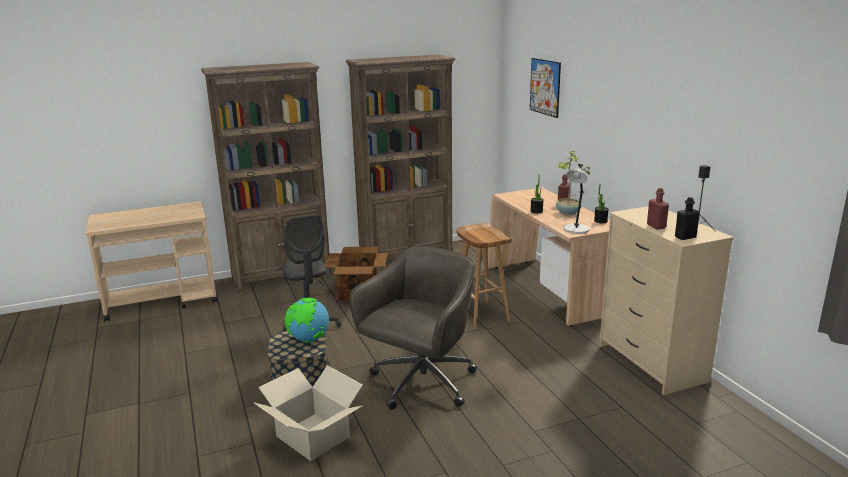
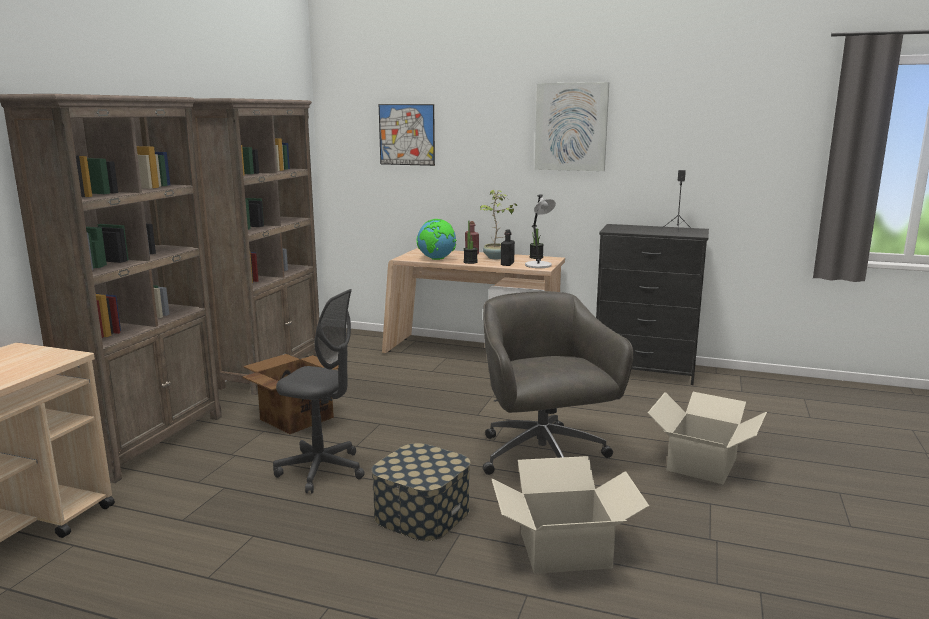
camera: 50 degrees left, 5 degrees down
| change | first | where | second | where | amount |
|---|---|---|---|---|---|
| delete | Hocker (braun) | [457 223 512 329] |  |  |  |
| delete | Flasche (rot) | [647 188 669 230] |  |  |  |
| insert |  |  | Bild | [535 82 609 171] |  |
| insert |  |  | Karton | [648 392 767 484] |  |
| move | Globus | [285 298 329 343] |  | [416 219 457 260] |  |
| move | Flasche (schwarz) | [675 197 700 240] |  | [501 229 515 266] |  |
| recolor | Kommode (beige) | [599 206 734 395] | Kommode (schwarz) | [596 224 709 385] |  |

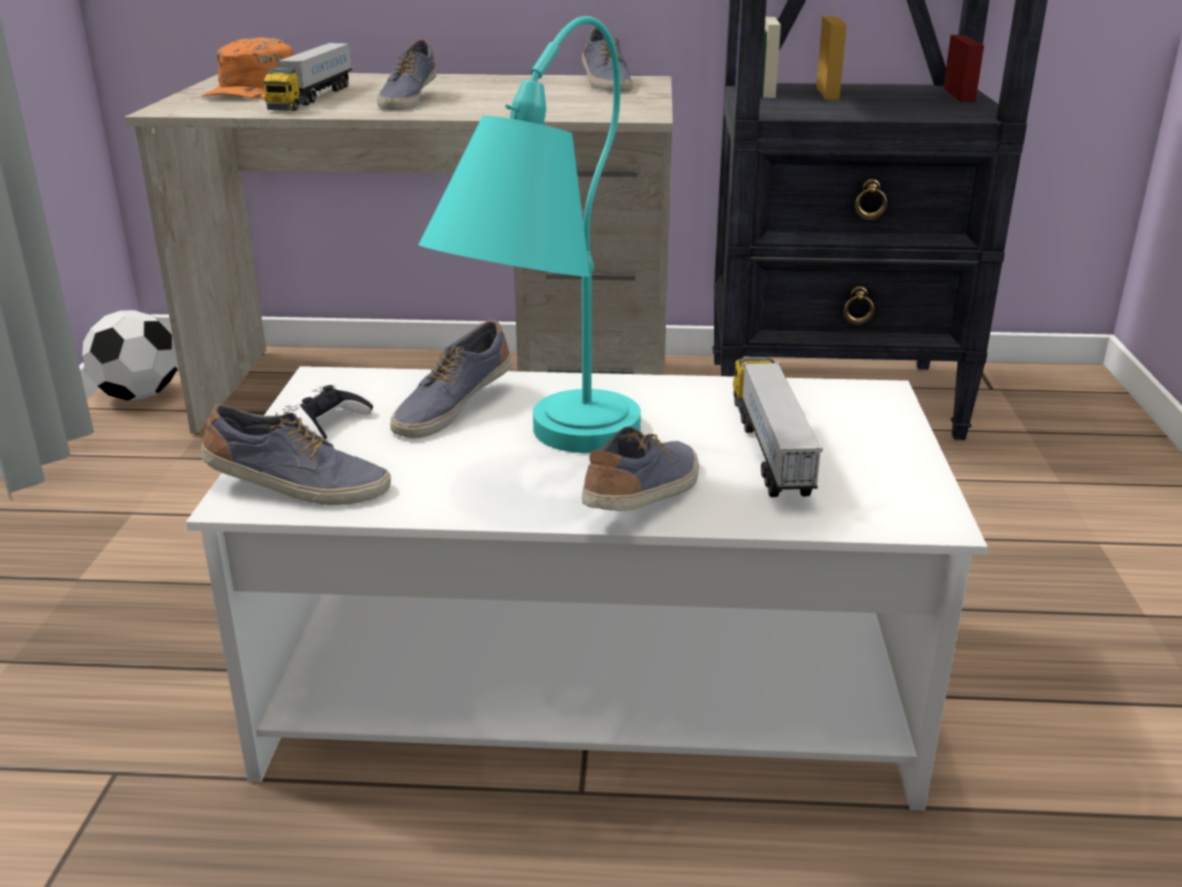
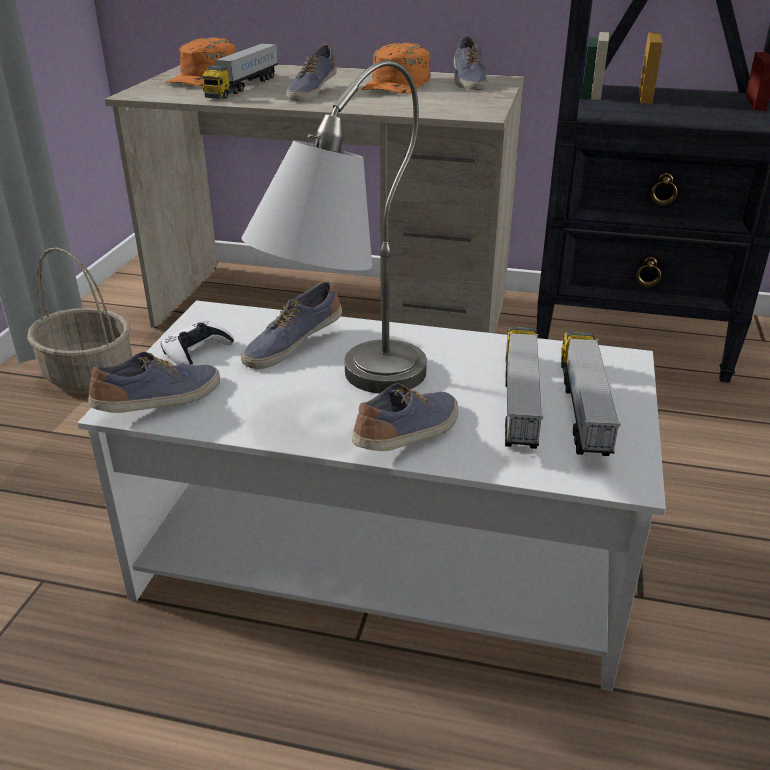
camera: 10 degrees right, 5 degrees up
| change | first | where | second | where | amount |
|---|---|---|---|---|---|
| delete | Fußball | [82 310 178 401] |  |  |  |
| insert |  |  | Korb | [27 248 132 392] |  |
| insert |  |  | Kappe (orange) | [361 43 430 94] |  |
| insert |  |  | Spielzeuglaster | [561 332 620 456] |  |
| recolor | Tischlampe (türkis) | [418 16 641 453] | Tischlampe (grau) | [241 60 427 393] |  |
| rotate | Schuh | [201 404 391 505] |  | [88 352 220 413] | 60 degrees counterclockwise |

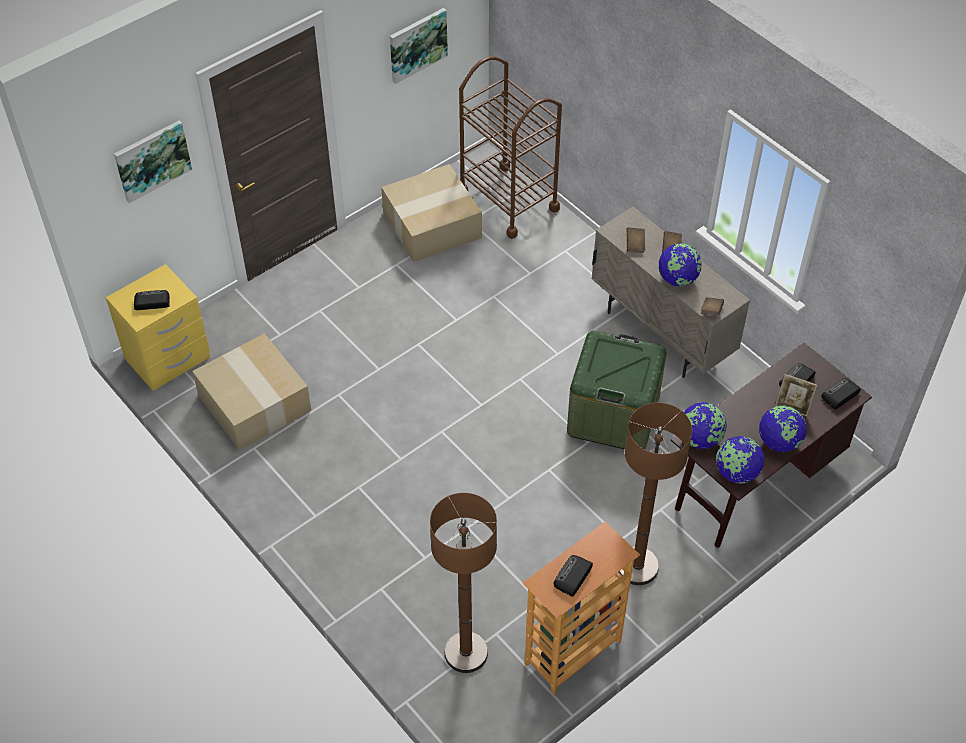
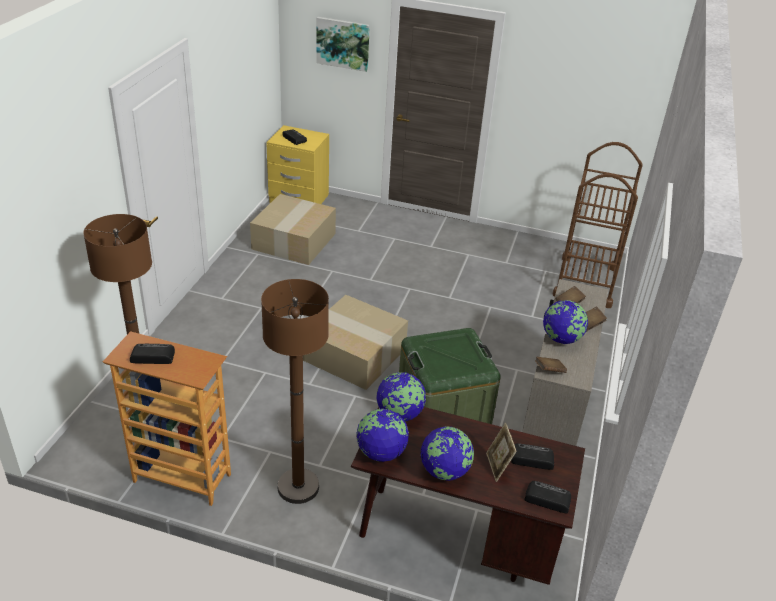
camera: 55 degrees right, 15 degrees down
| change | first | where | second | where | amount |
|---|---|---|---|---|---|
| delete | Bild | [390 8 448 84] |  |  |  |
| move | Karton | [381 164 482 262] |  | [303 295 408 390] |  |

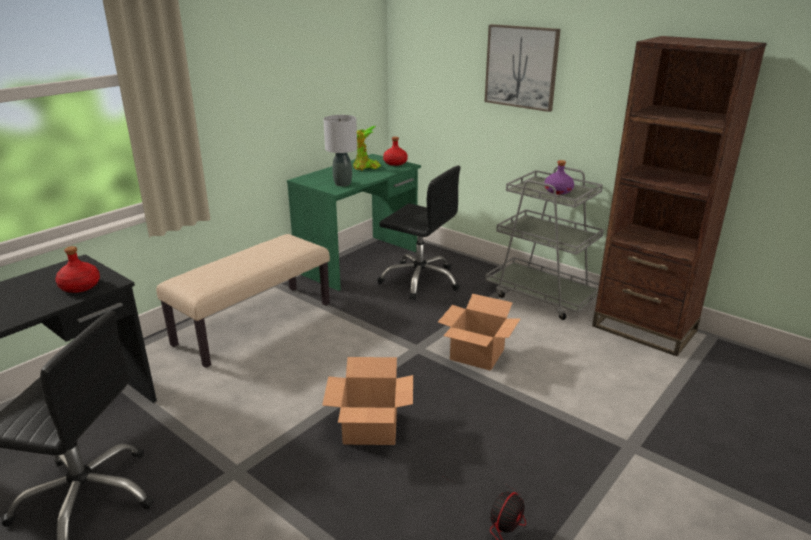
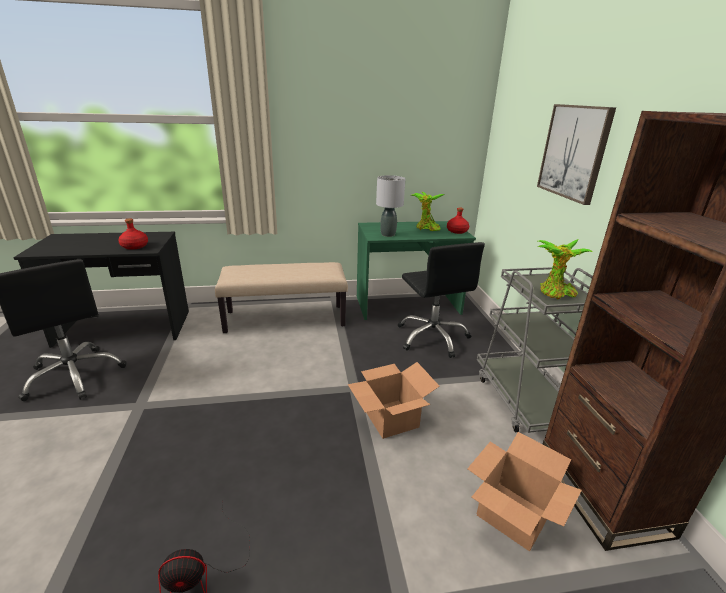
camera: 40 degrees right, 0 degrees up
| change | first | where | second | where | amount |
|---|---|---|---|---|---|
| move | Karton | [322 357 413 445] |  | [467 432 582 551] |  |
| replace | Flasche (lila) | [545 160 574 195] | Topfpflanze | [538 239 592 300] |  |

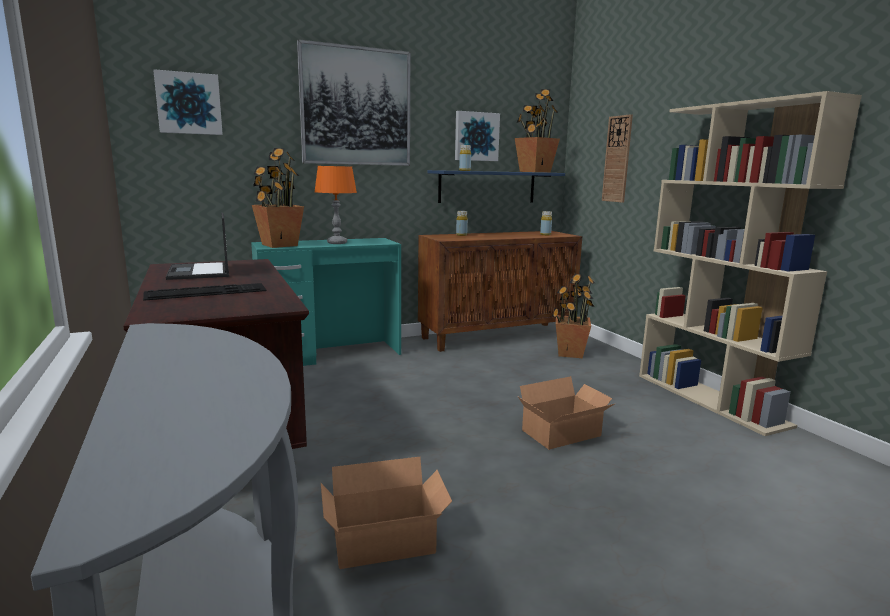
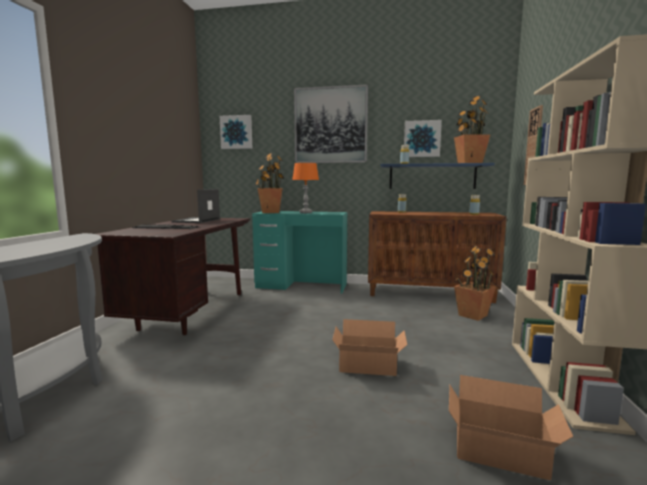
camera: 35 degrees right, 5 degrees down
| change | first | where | second | where | amount |
|---|---|---|---|---|---|
| move | Karton | [321 457 452 569] |  | [449 375 573 480] |  |

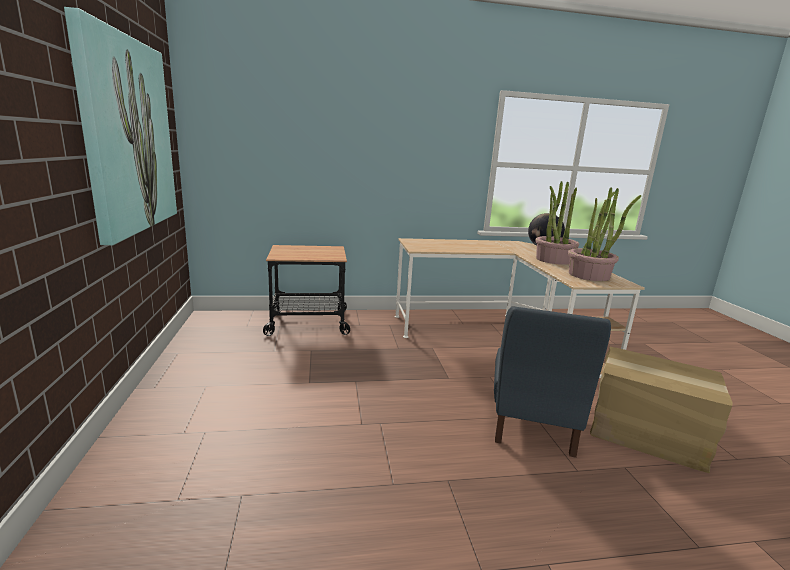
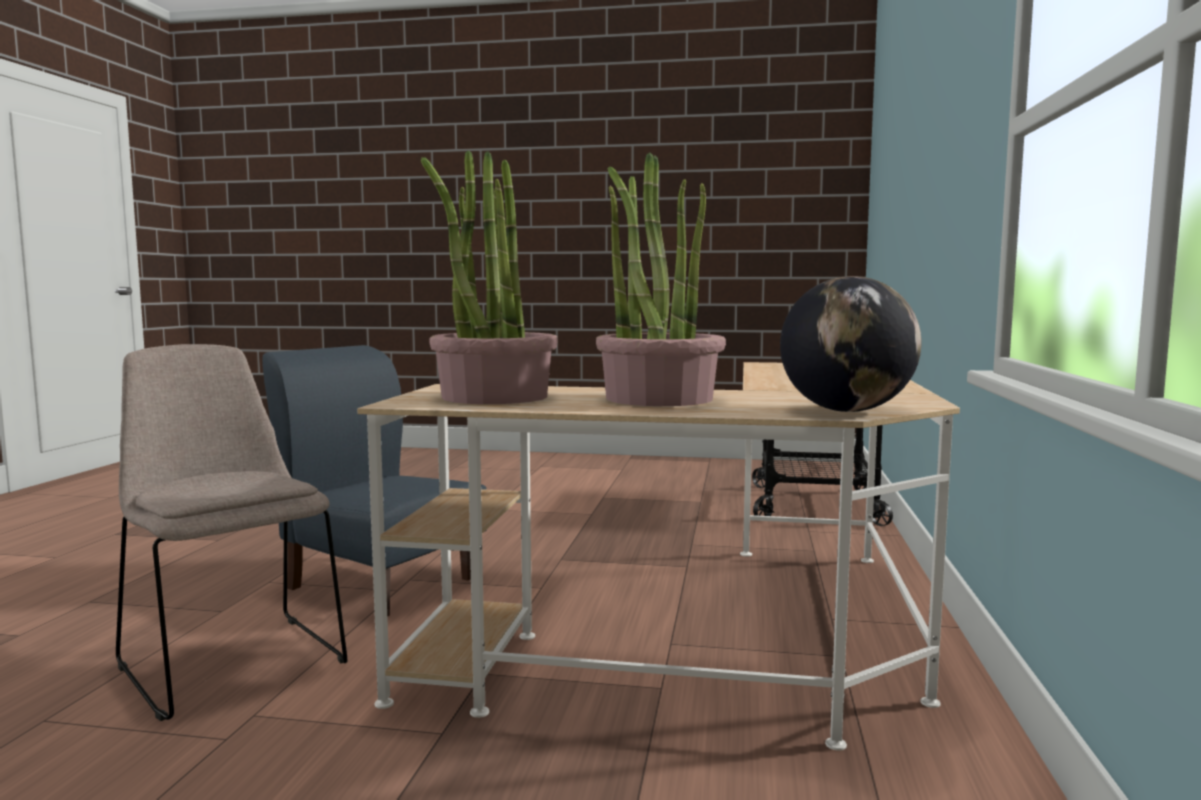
camera: 110 degrees right, 10 degrees down
| change | first | where | second | where | amount |
|---|---|---|---|---|---|
| delete | Bild | [64 7 177 245] |  |  |  |
| replace | Karton | [590 347 732 474] | Stuhl (beige) | [116 344 347 721] |  |

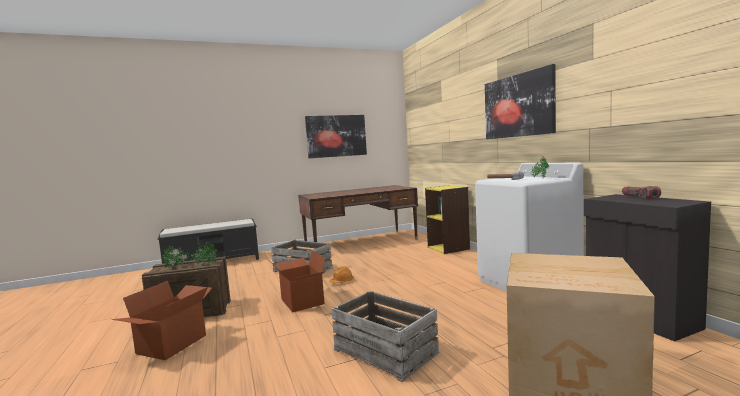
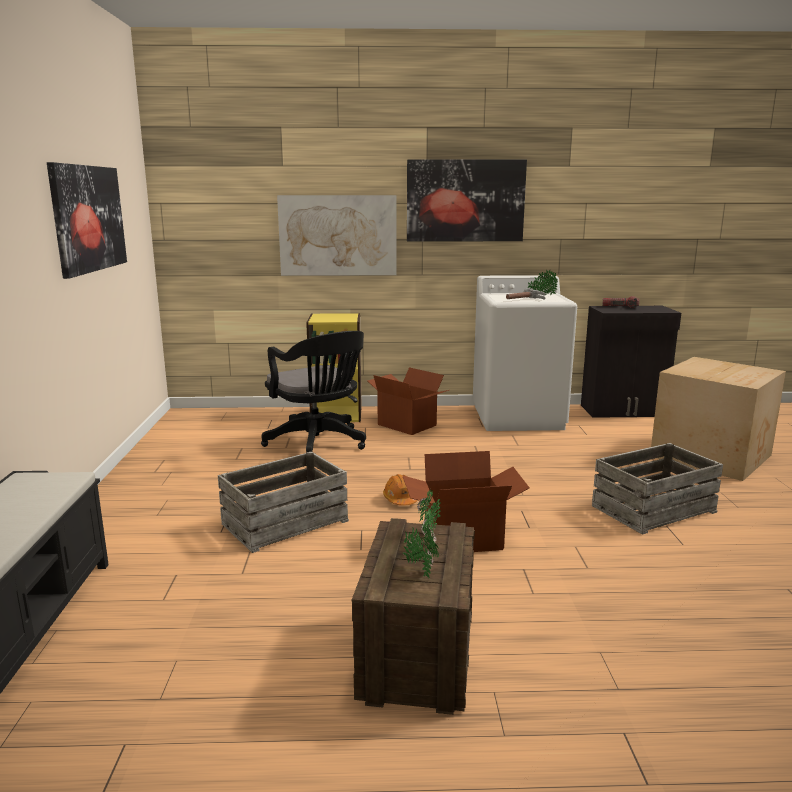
camera: 70 degrees left, 10 degrees up
| change | first | where | second | where | amount |
|---|---|---|---|---|---|
| delete | Schreibtisch (braun) | [298 185 418 249] |  |  |  |
| insert |  |  | Bürostuhl (schwarz) | [261 331 366 453] |  |
| insert |  |  | Bild | [277 195 397 276] |  |
| move | Karton | [111 281 212 360] |  | [367 367 449 435] |  |

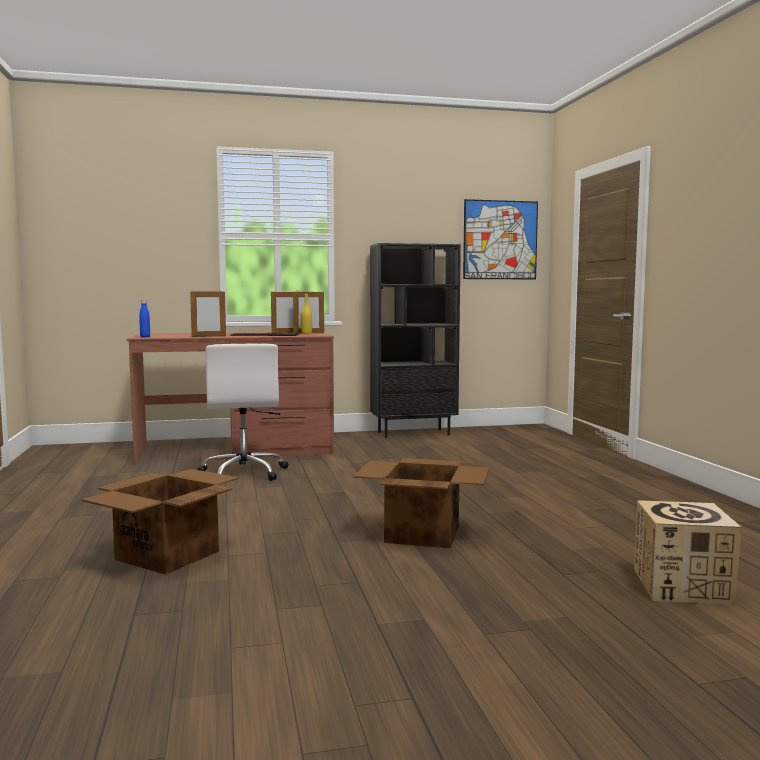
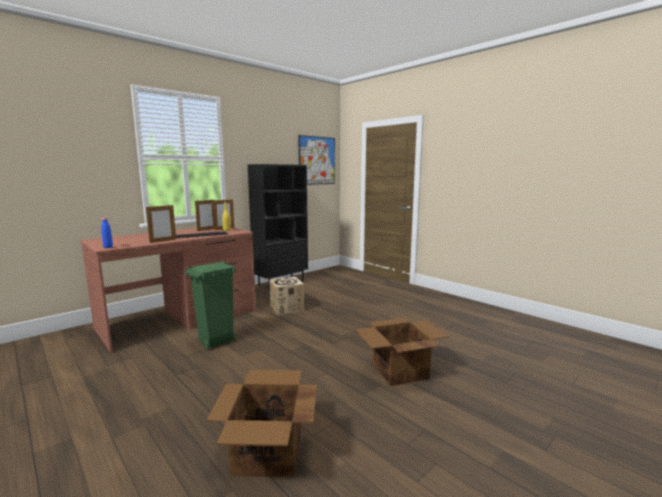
camera: 30 degrees left, 5 degrees up
| change | first | where | second | where | amount |
|---|---|---|---|---|---|
| move | Karton | [634 500 742 605] |  | [269 277 304 315] |  |
| replace | Bürostuhl (weiß) | [197 344 288 481] | Mülleimer (grün) | [185 261 236 350] |  |

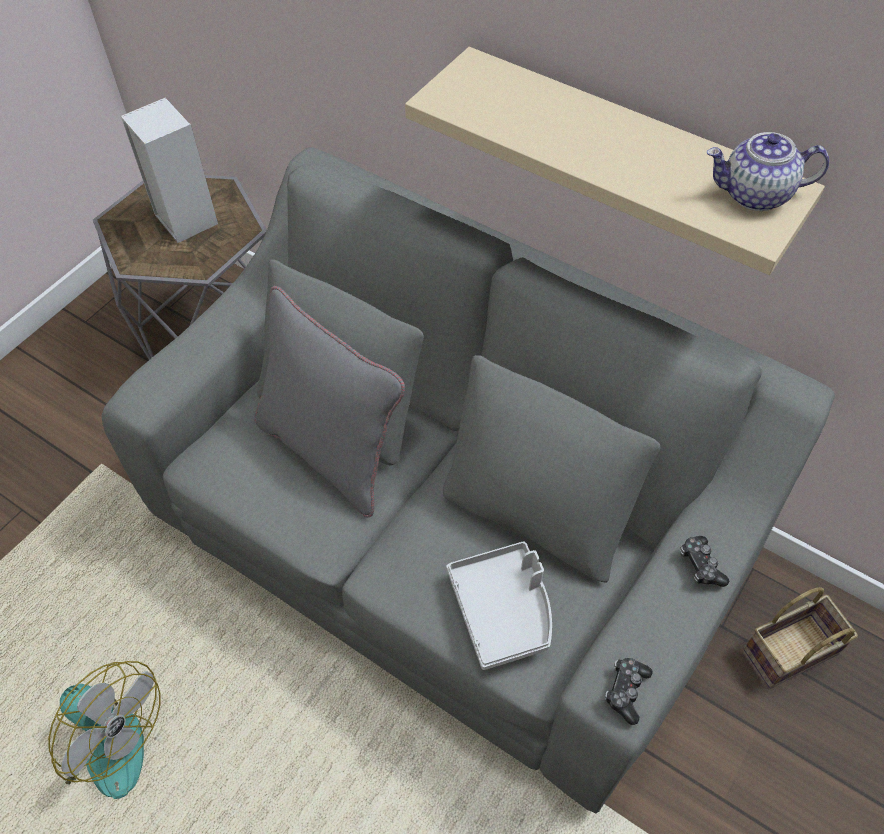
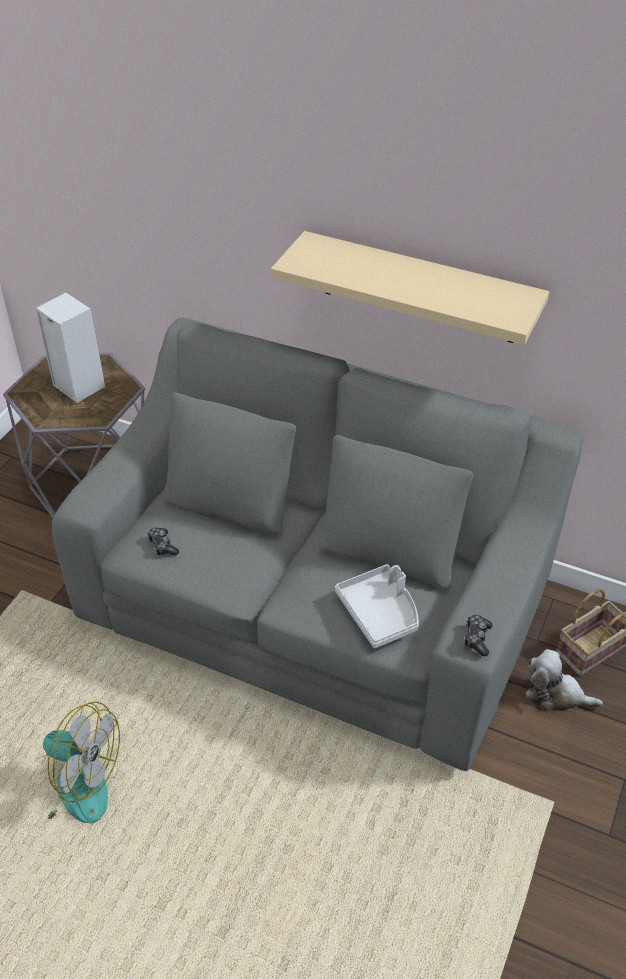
camera: 10 degrees left, 10 degrees down
| change | first | where | second | where | amount |
|---|---|---|---|---|---|
| delete | Kissen (grau) | [255 286 405 518] |  |  |  |
| delete | Teekanne | [707 132 829 211] |  |  |  |
| insert |  |  | Plüschtier | [526 649 603 711] |  |
| move | Gamepad | [680 536 730 587] |  | [147 527 179 556] |  |

